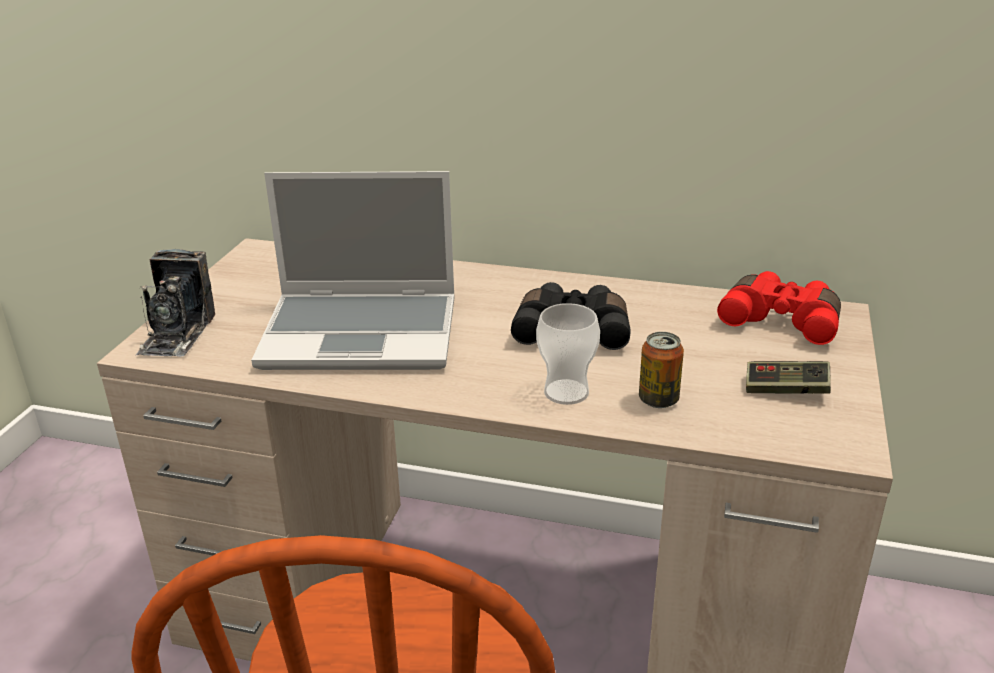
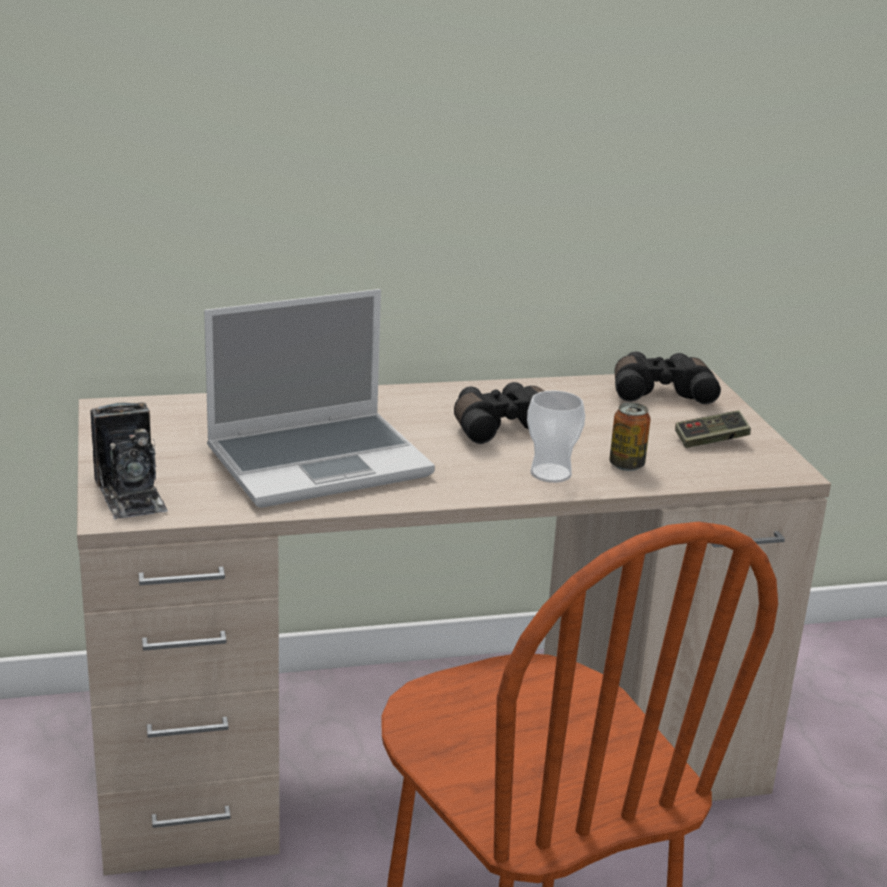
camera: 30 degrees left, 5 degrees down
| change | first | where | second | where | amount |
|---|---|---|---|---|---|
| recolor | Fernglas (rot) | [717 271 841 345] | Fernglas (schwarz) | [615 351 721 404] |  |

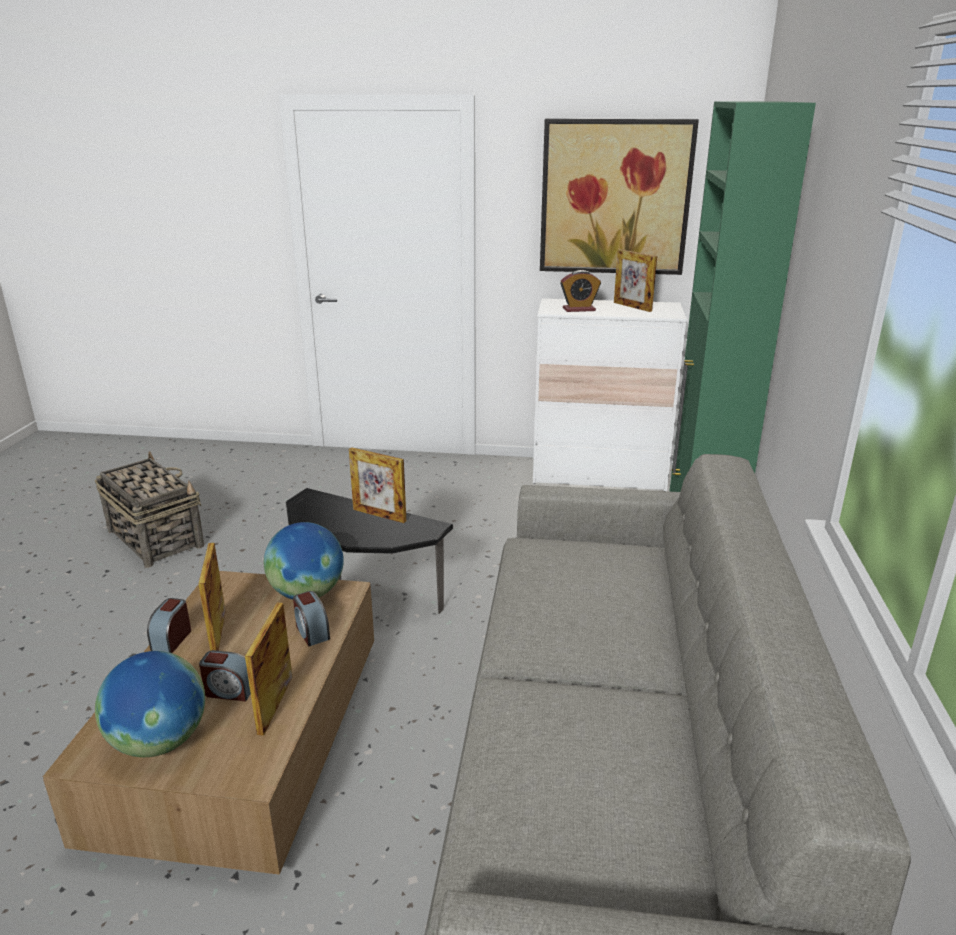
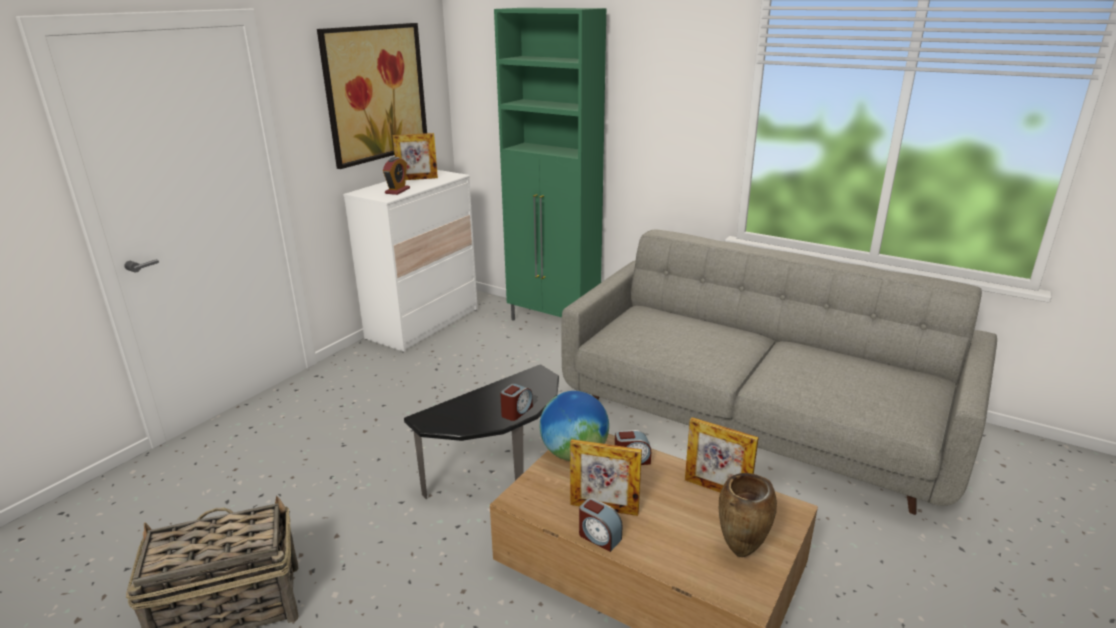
camera: 65 degrees left, 0 degrees up
| change | first | where | second | where | amount |
|---|---|---|---|---|---|
| delete | Bilderrahmen | [349 447 406 523] |  |  |  |
| move | Wecker | [199 650 251 701] |  | [500 383 533 421] |  |
| replace | Globus | [95 651 205 757] | Vase (braun) | [719 473 777 557] |  |

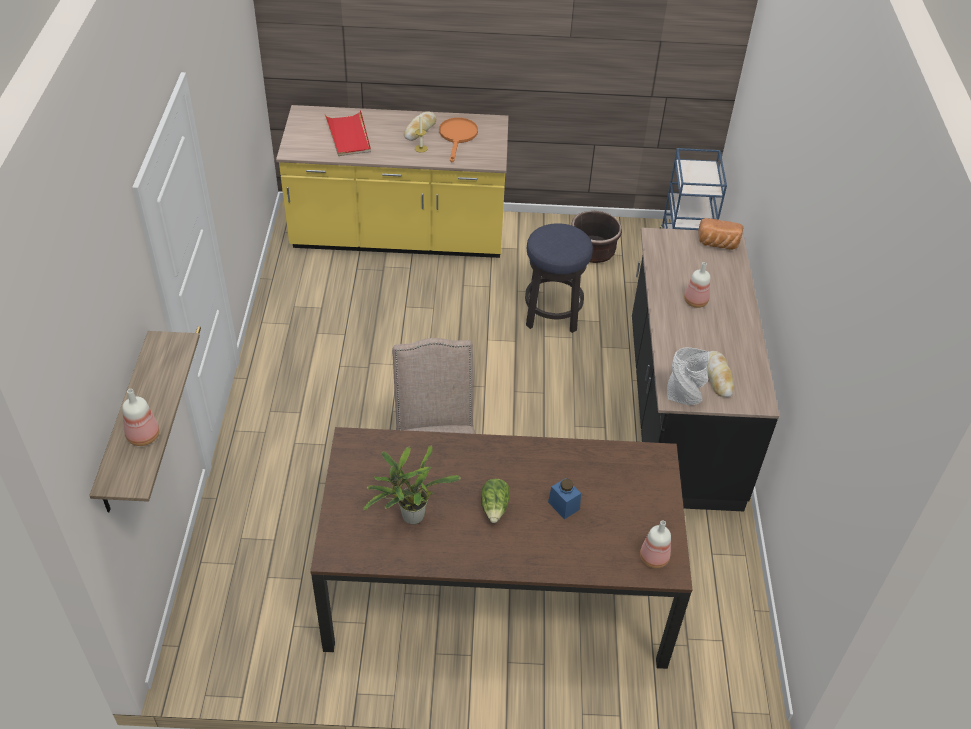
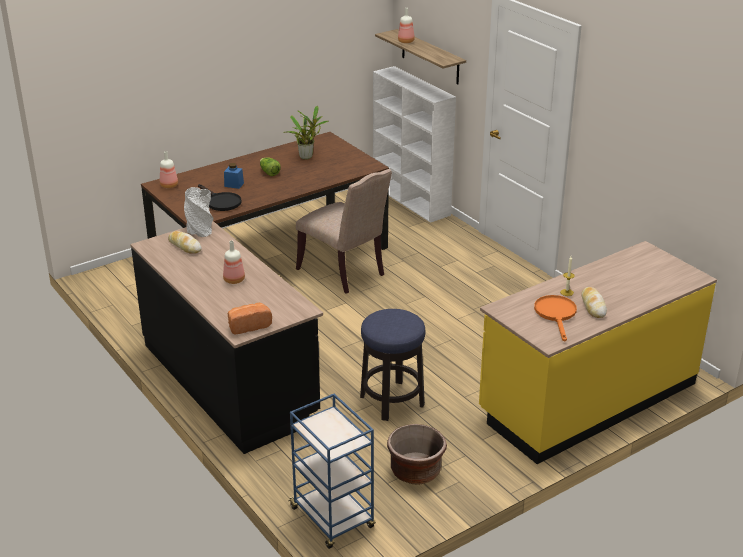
camera: 145 degrees right, 15 degrees down
| change | first | where | second | where | amount |
|---|---|---|---|---|---|
| delete | Tablett (rot) | [325 110 371 156] |  |  |  |
| insert |  |  | Pfanne (schwarz) | [198 184 242 211] |  |
| insert |  |  | Bücherregal (weiß) | [373 66 456 223] |  |
| rotate | Pfanne (orange) | [439 118 478 162] |  | [534 295 577 341] | 150 degrees counterclockwise |

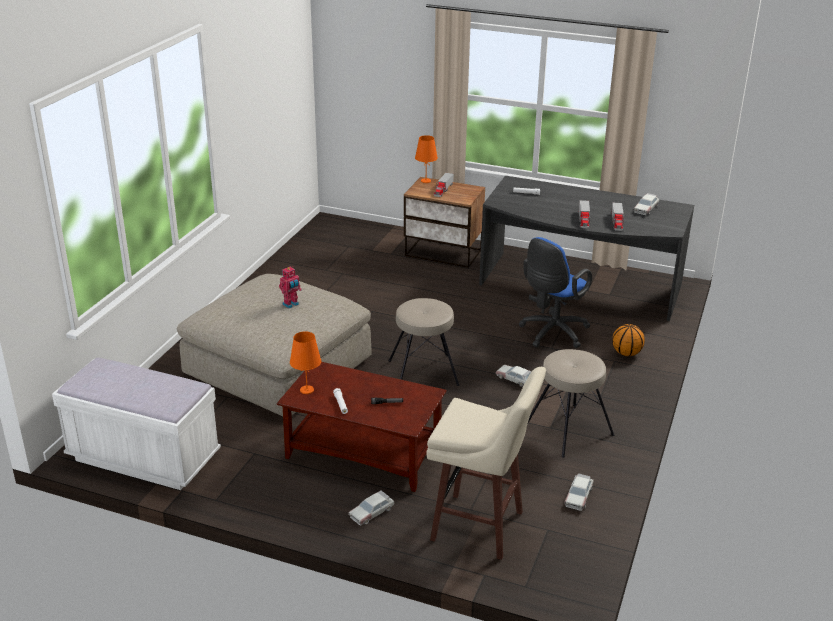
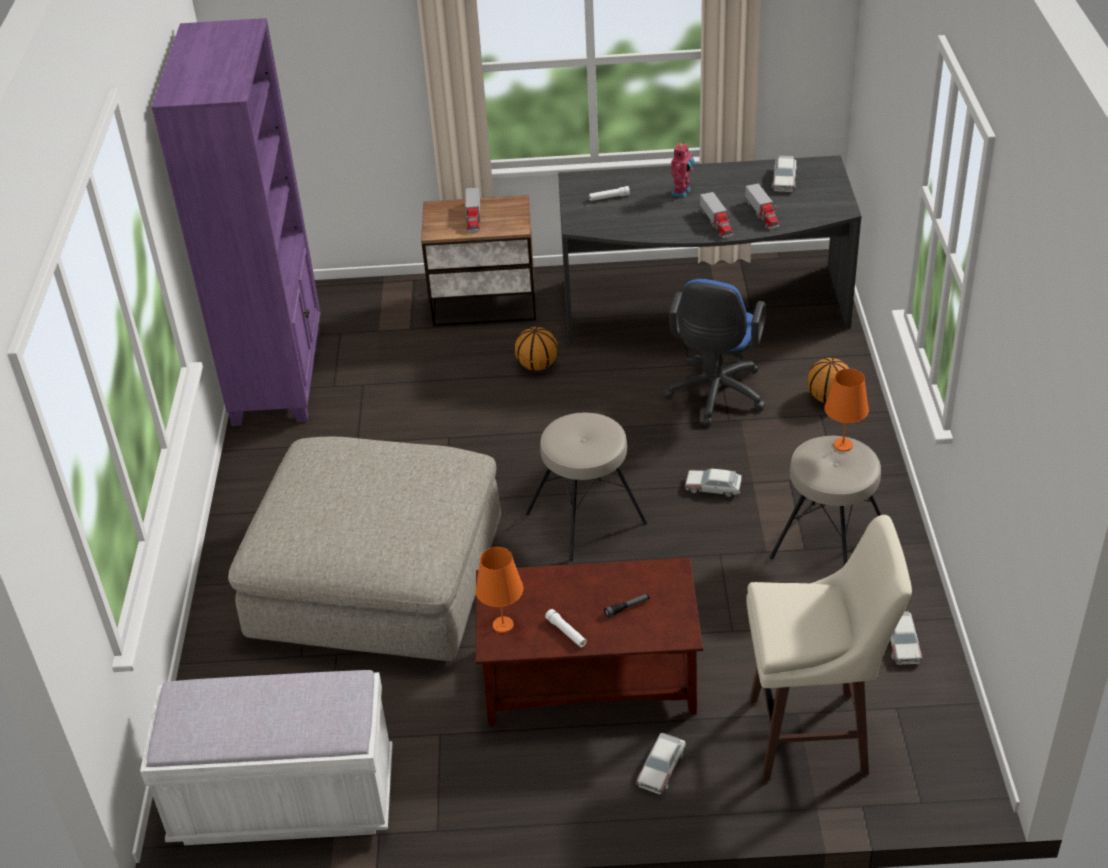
camera: 20 degrees left, 10 degrees up
| change | first | where | second | where | amount |
|---|---|---|---|---|---|
| insert |  |  | Bücherregal (lila) | [151 18 321 426] |  |
| insert |  |  | Basketball | [515 327 558 371] |  |
| move | Spielzeugroboter | [279 267 302 308] |  | [671 142 694 198] |  |
| move | Tischlampe (orange) | [415 135 438 183] |  | [825 369 869 452] |  |

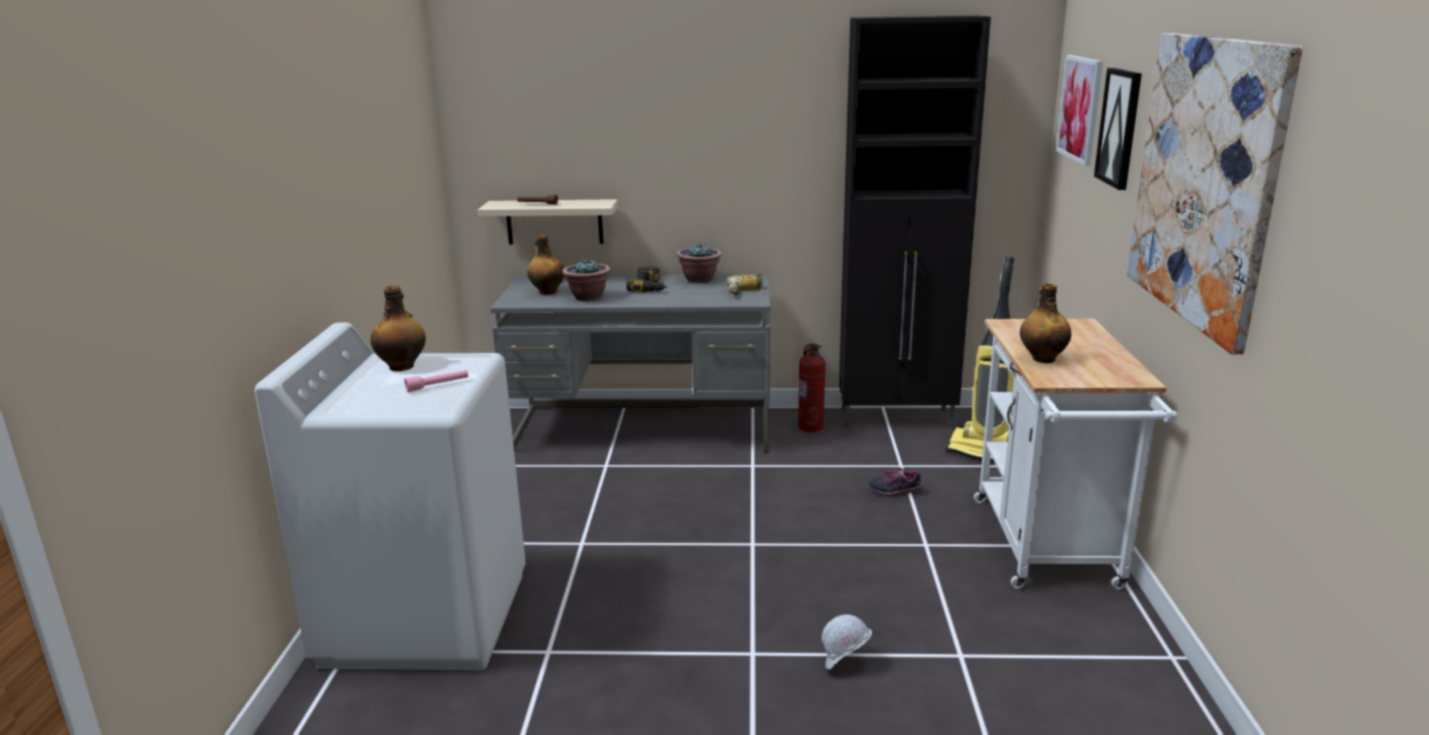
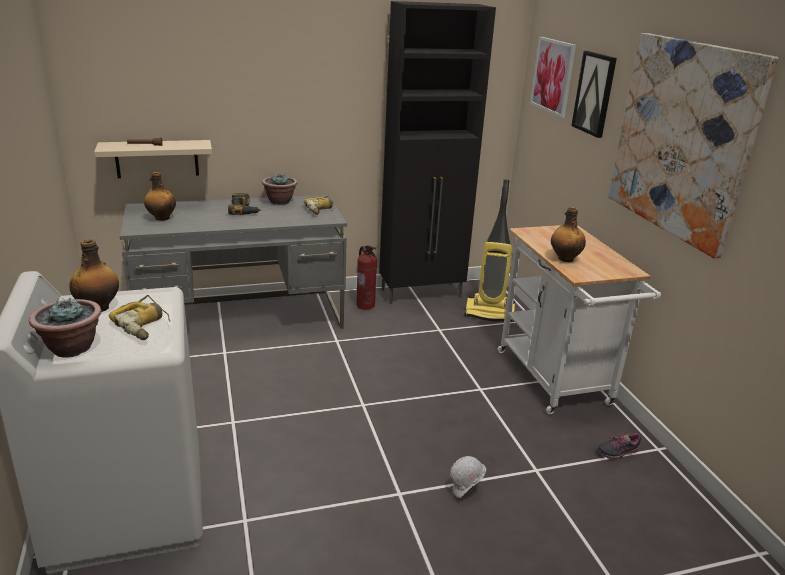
camera: 20 degrees left, 5 degrees up
| change | first | where | second | where | amount |
|---|---|---|---|---|---|
| move | Topfpflanze | [562 258 611 301] |  | [29 298 101 358] |  |
| move | Schuh | [869 467 923 497] |  | [599 433 641 460] |  |
| replace | Taschenlampe (rosa) | [404 370 468 392] | Bohrmaschine | [109 295 170 340] |  |

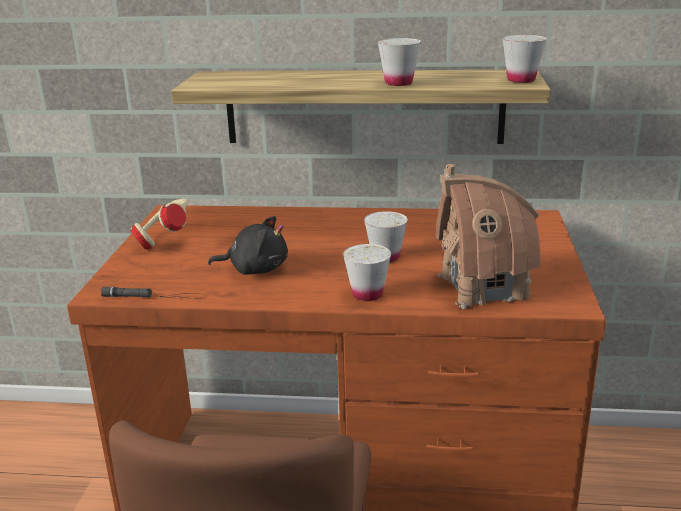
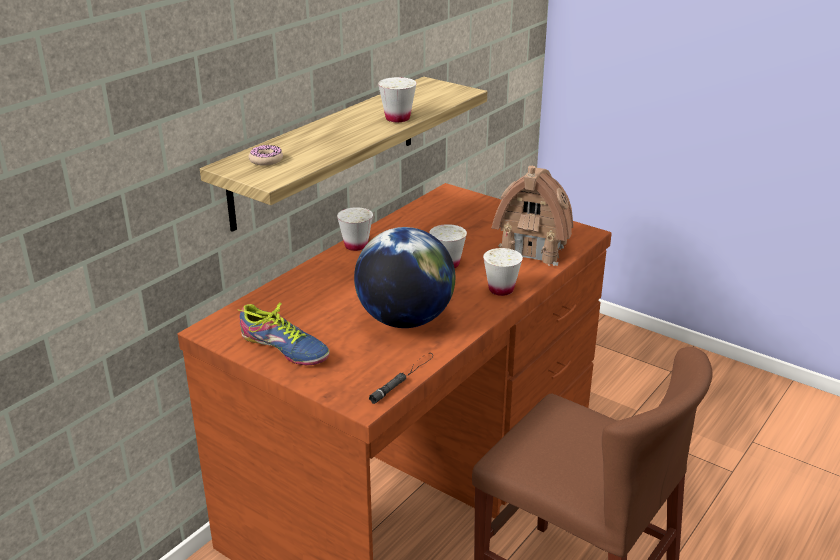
camera: 60 degrees left, 5 degrees up
| change | first | where | second | where | amount |
|---|---|---|---|---|---|
| insert |  |  | Donut | [249 145 283 166] |  |
| move | Tasse (weiß) | [502 35 547 83] |  | [337 207 373 251] |  |
| replace | Kopfhörer (beige) | [130 199 188 249] | Schuh | [237 302 330 365] |  |
| replace | Plüschtier (schwarz) | [208 216 288 275] | Globus | [354 227 455 328] |  |

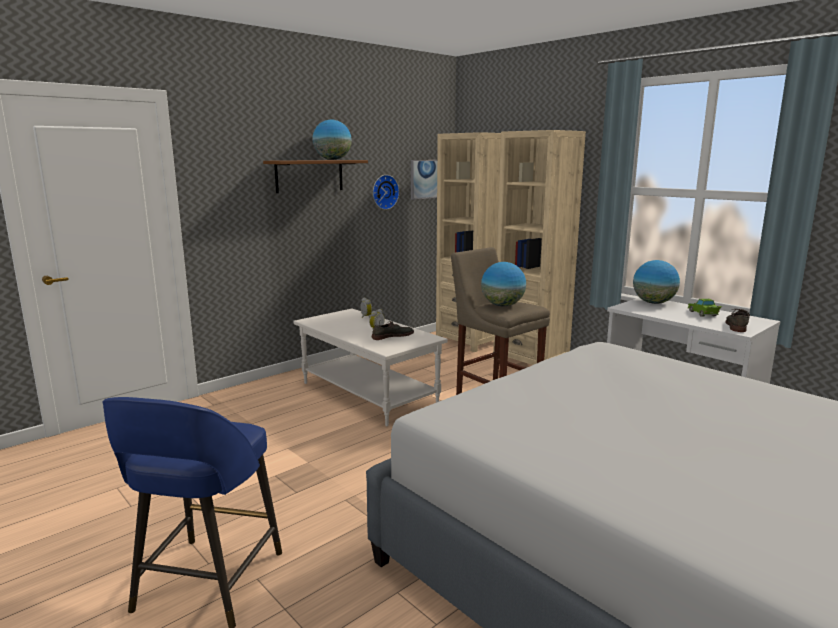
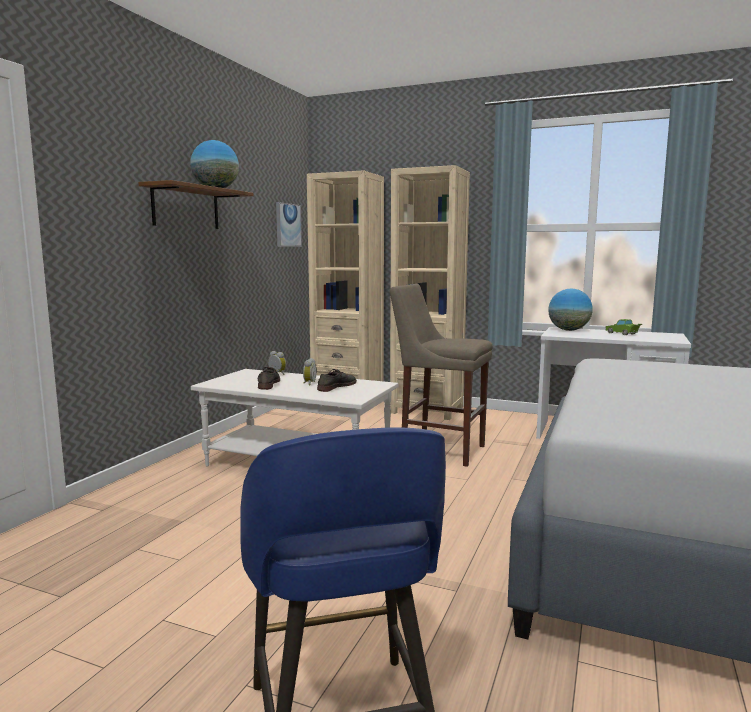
camera: 25 degrees left, 5 degrees down
| change | first | where | second | where | amount |
|---|---|---|---|---|---|
| delete | Wanduhr | [373 175 399 210] |  |  |  |
| delete | Globus | [481 262 526 307] |  |  |  |
| move | Schuh (grau) | [725 309 750 332] |  | [258 367 280 390] |  |

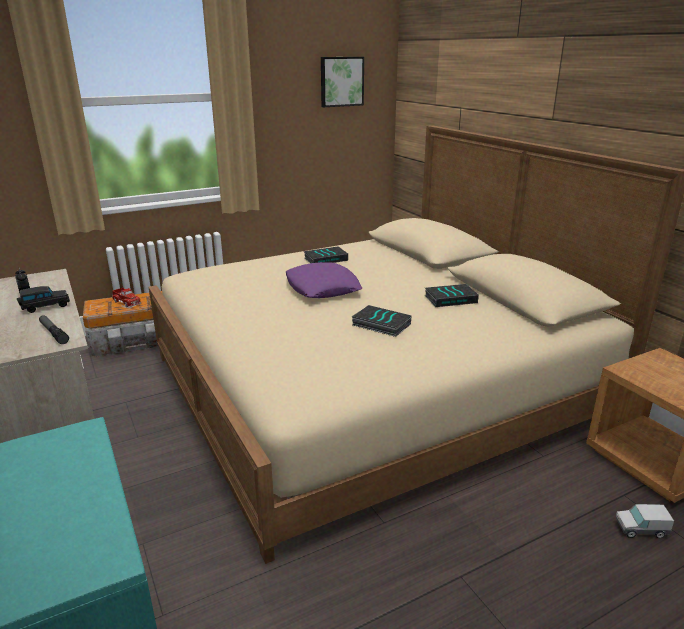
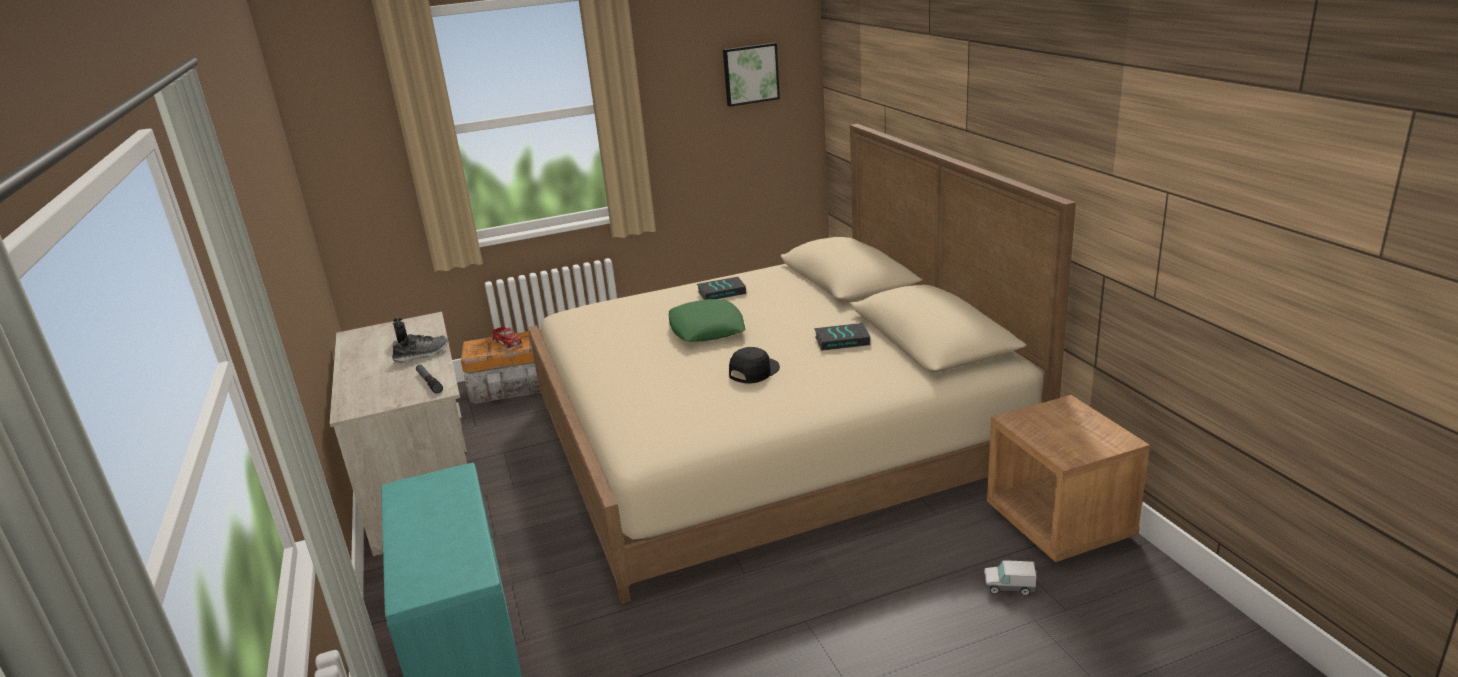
camera: 10 degrees right, 0 degrees up
| change | first | where | second | where | amount |
|---|---|---|---|---|---|
| replace | Spielzeugauto (schwarz) | [17 286 70 313] | Schuh | [392 334 448 364] |  |
| replace | Buch | [351 305 411 337] | Kappe (schwarz) | [729 347 780 384] |  |
| recolor | Kissen (lila) | [286 262 362 298] | Kissen (grün) | [669 299 745 341] |  |

